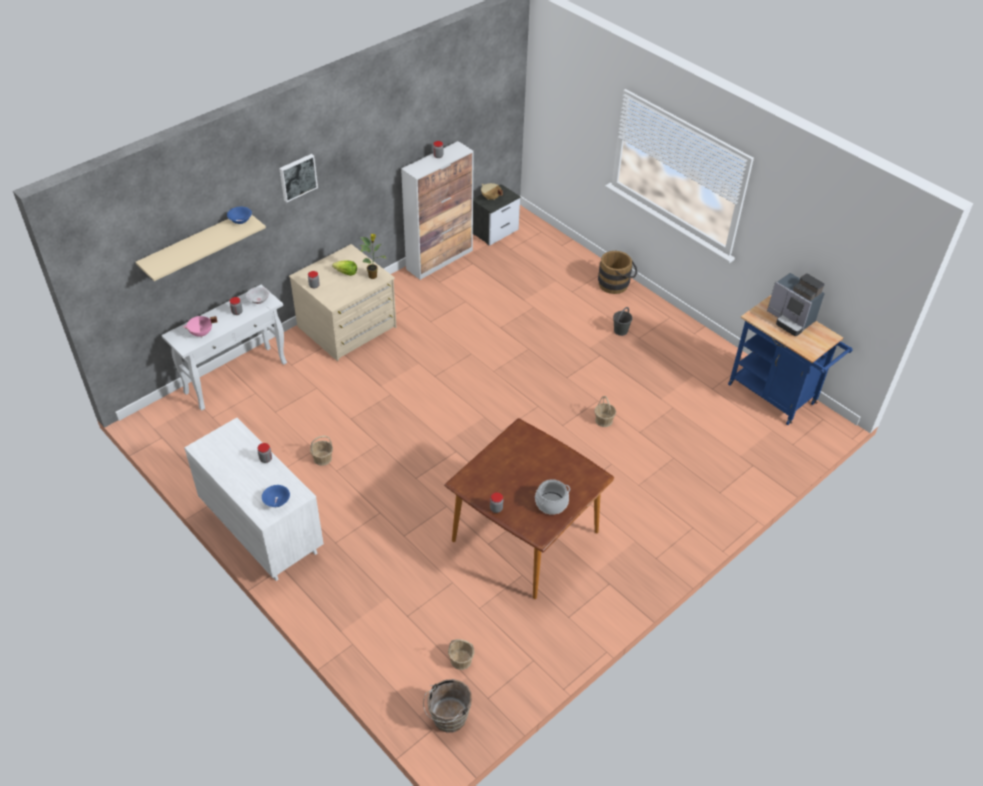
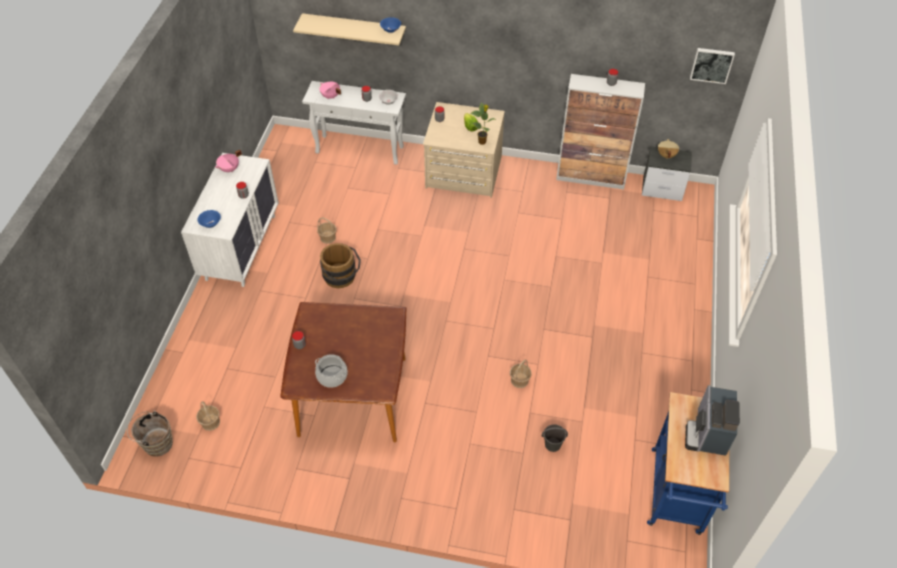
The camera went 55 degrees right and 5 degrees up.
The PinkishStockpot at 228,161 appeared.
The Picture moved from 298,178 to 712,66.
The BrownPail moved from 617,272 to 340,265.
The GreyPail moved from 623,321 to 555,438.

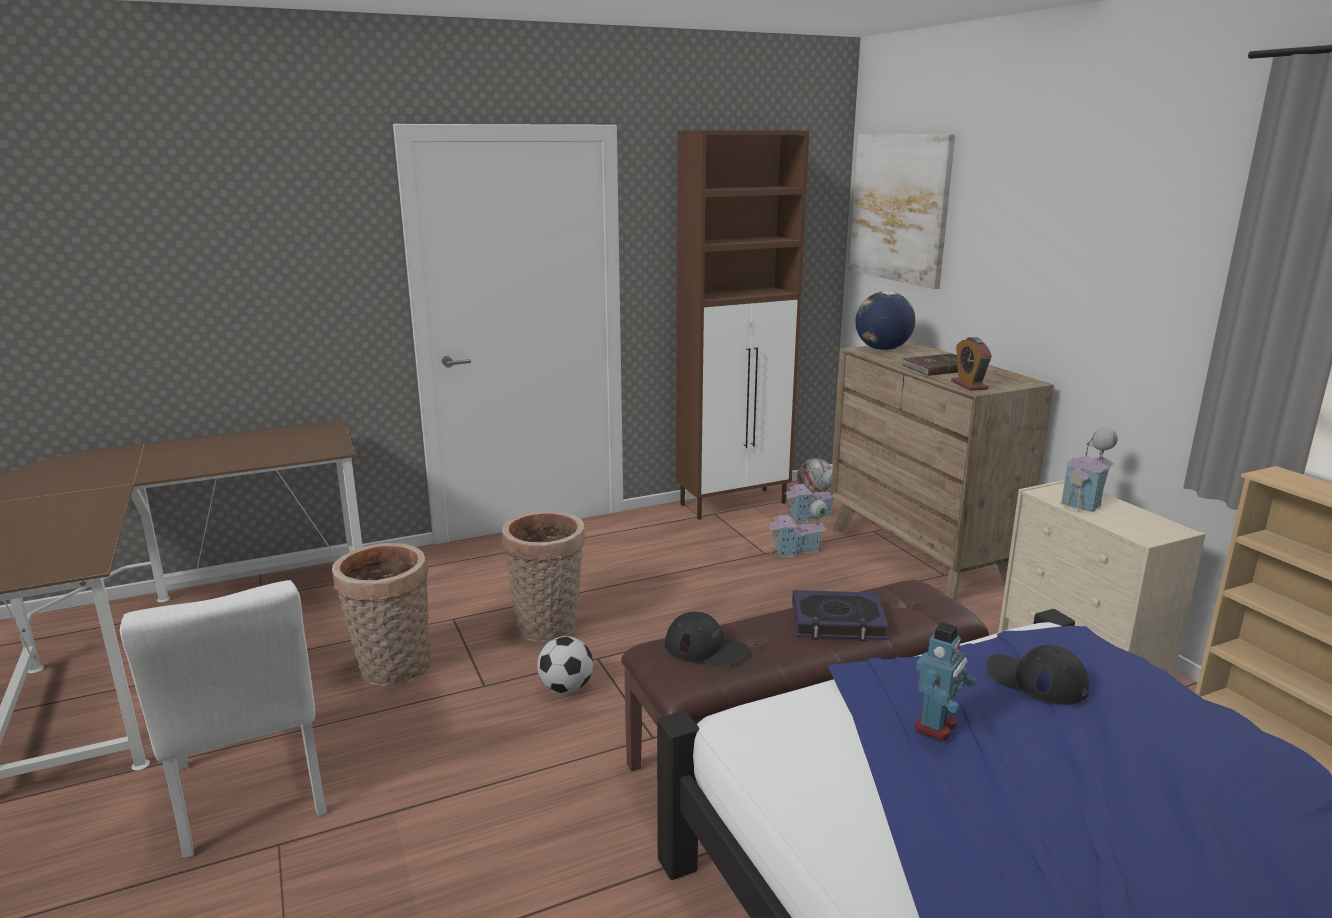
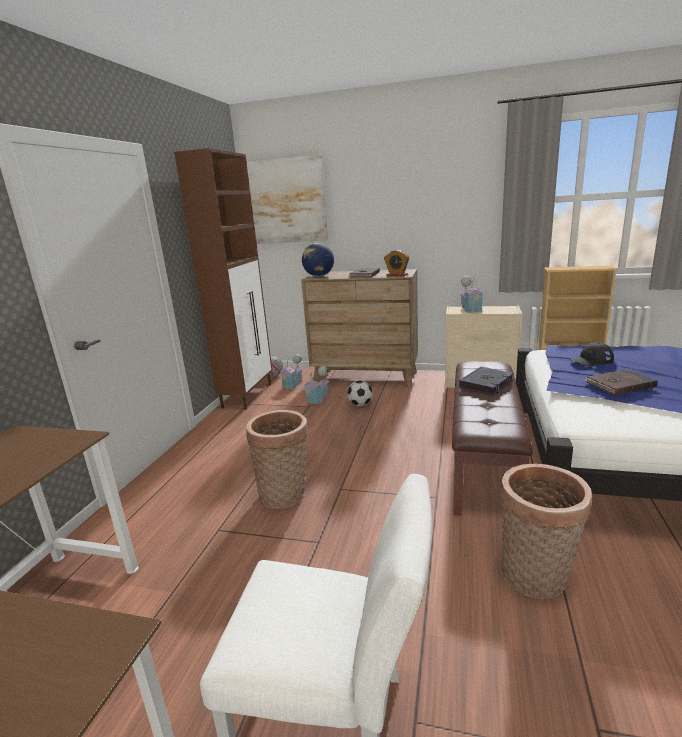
The camera went 50 degrees left and 0 degrees up.
The BlackCap at 707,640 disappeared.
The Basket moved from 381,614 to 545,531.
The Football moved from 565,664 to 360,393.
The ModelRobot at 945,681 was replaced by the BrownBook at 621,382.

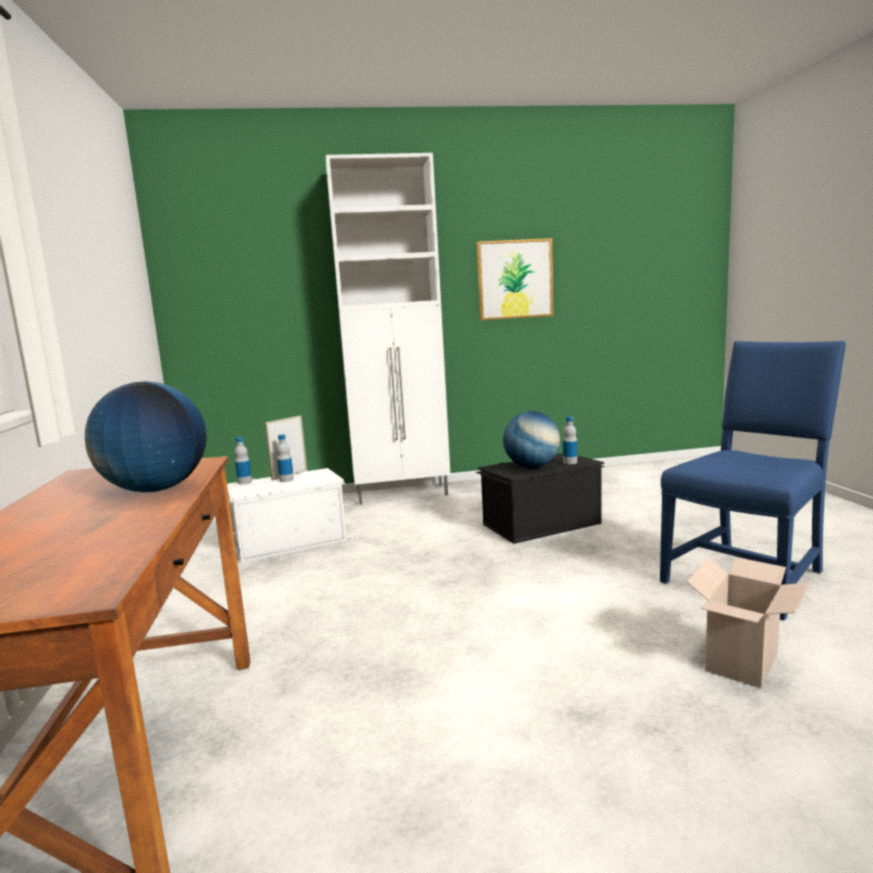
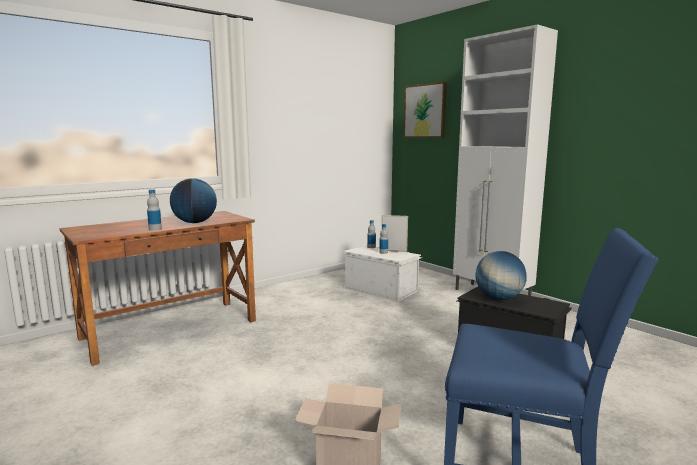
The camera went 60 degrees right and 0 degrees up.
The Picture moved from 515,279 to 425,109.
The Bottle moved from 570,440 to 154,210.

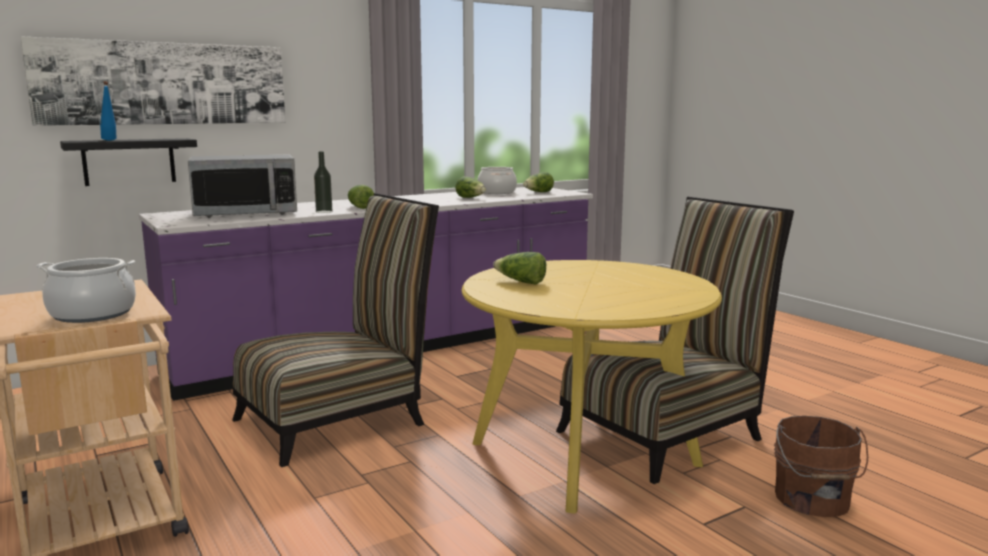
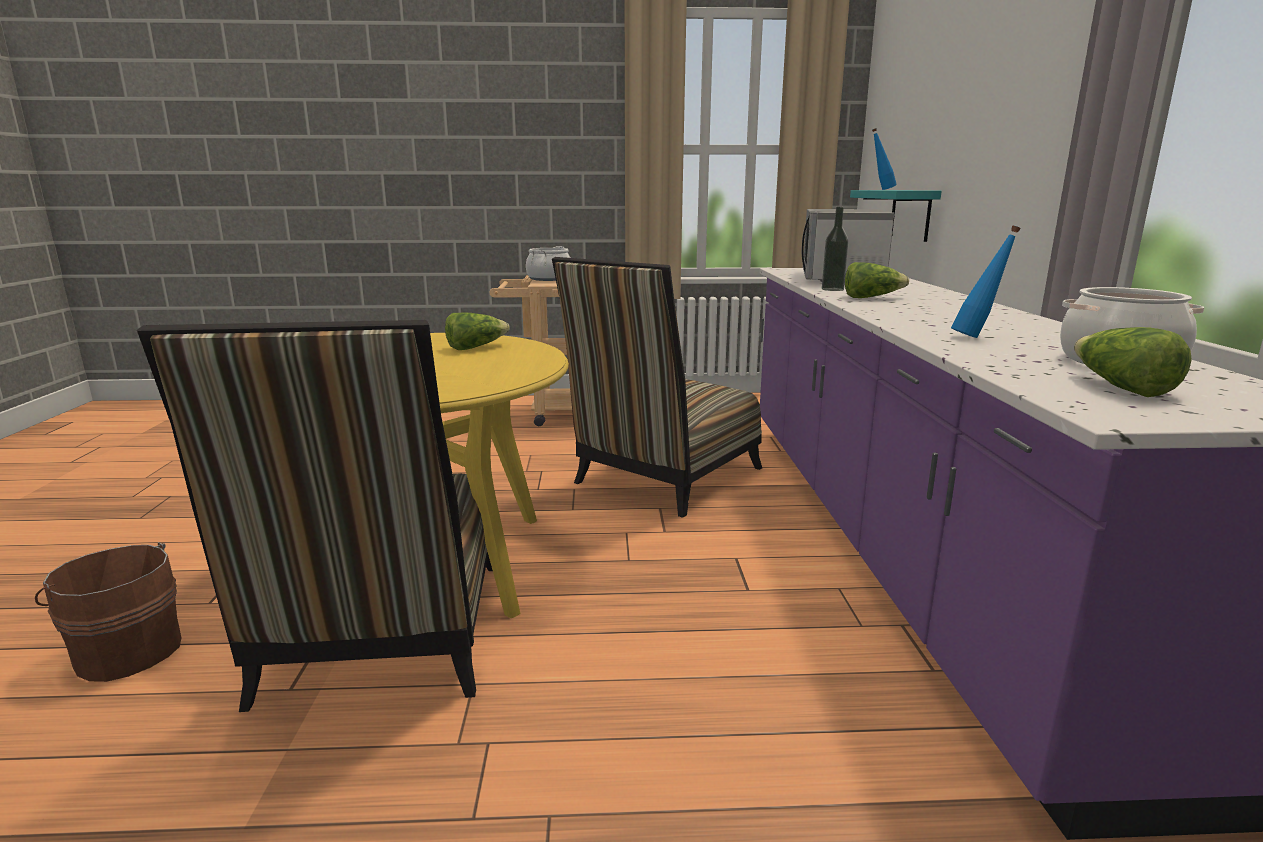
The camera went 120 degrees right and 5 degrees up.
The Picture at 153,81 disappeared.
The Lettuce at 471,187 was replaced by the BlueColouredBottle at 986,282.
The BlackWallShelf at 128,162 became the BlueGreenWallShelf at 896,216.
The Chair at 335,330 turned 45 degrees clockwise.

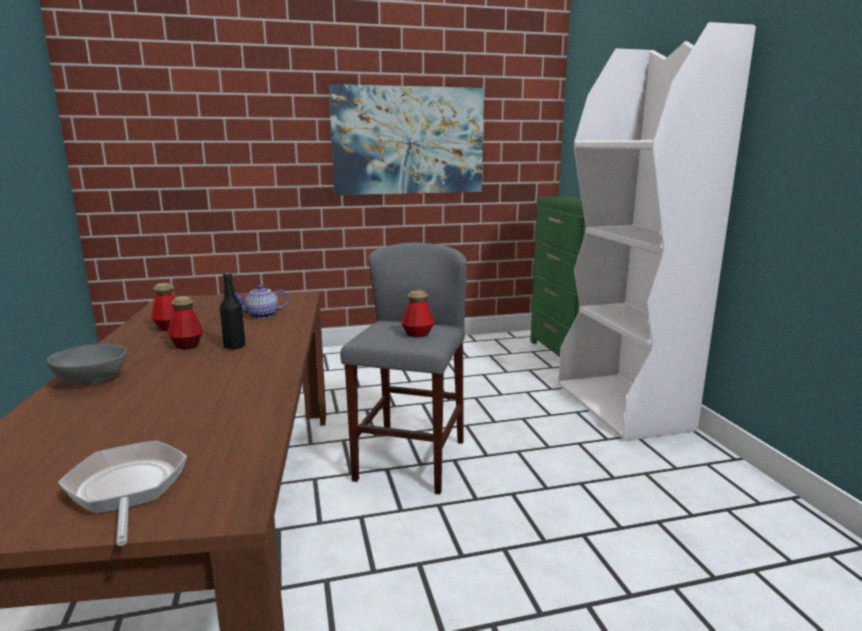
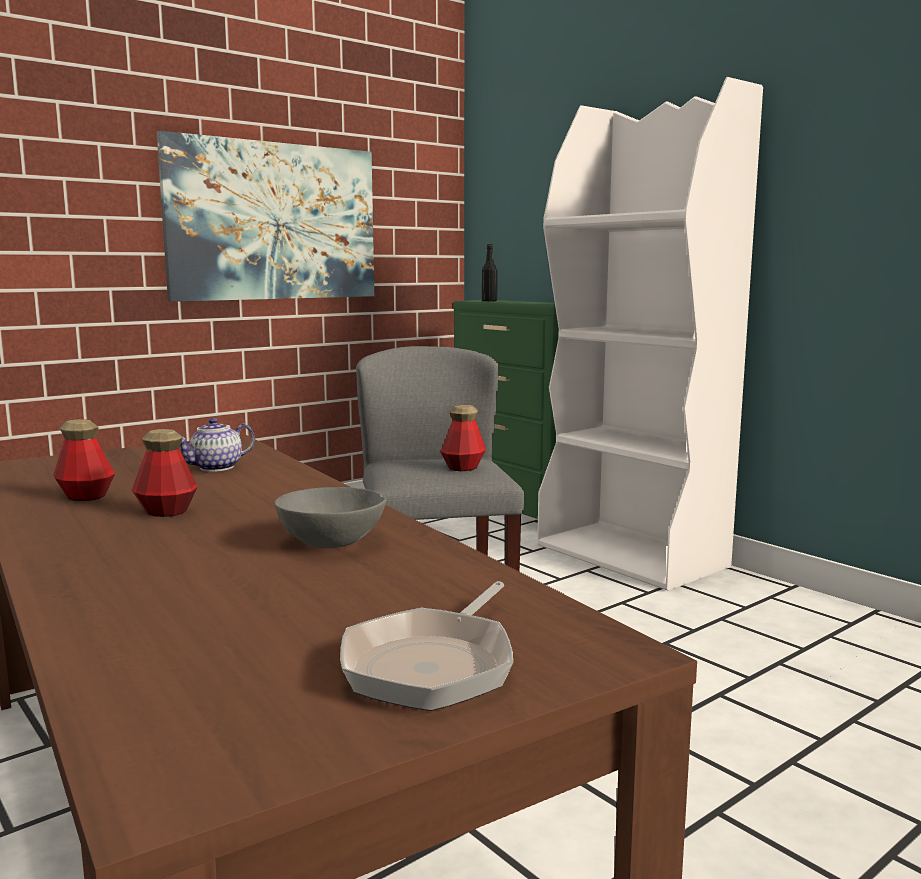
The camera went 25 degrees left and 5 degrees down.
The GreyDeepDish moved from 87,365 to 330,517.
The BlackBottle moved from 233,311 to 490,273.
The Skillet at 122,493 turned 105 degrees counterclockwise.

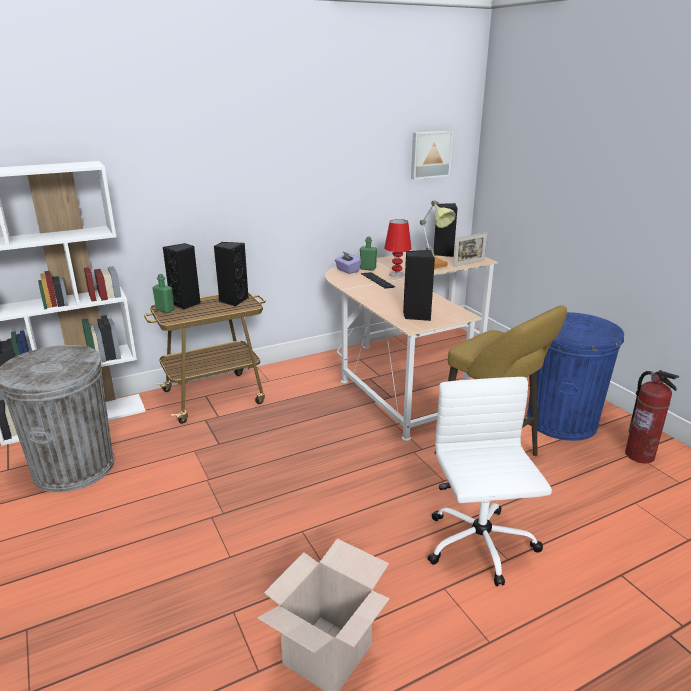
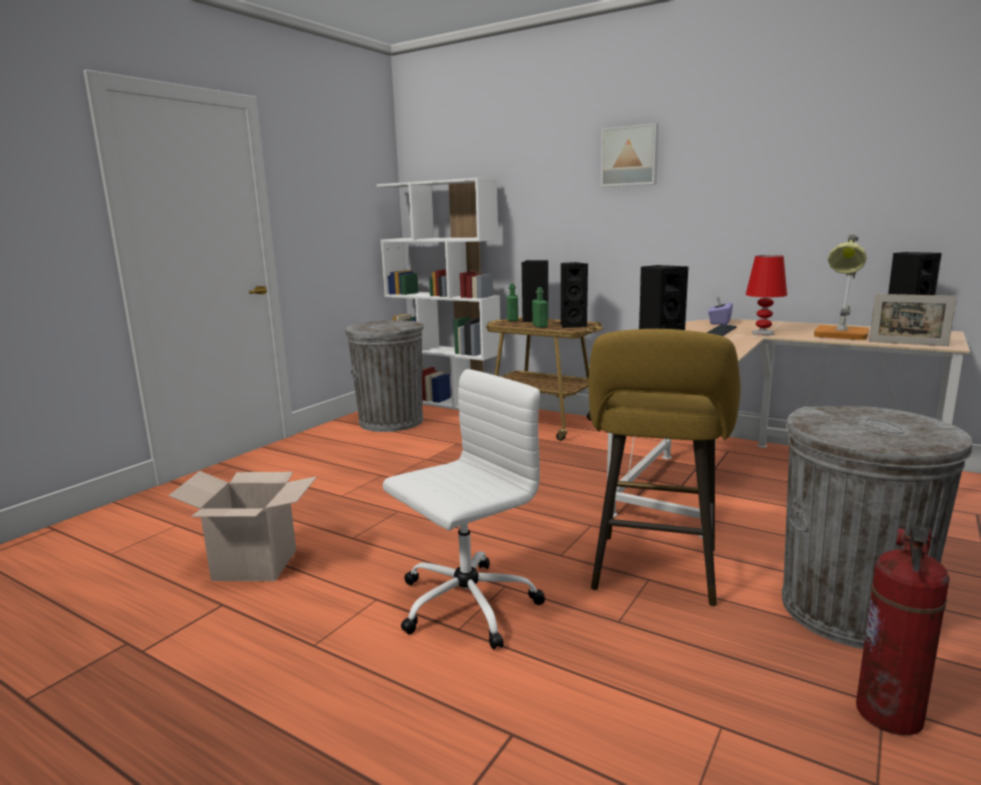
The camera went 60 degrees right and 10 degrees down.
The GreenBottle moved from 368,254 to 540,307.
The Picture moved from 432,155 to 630,155.
The BlueColouredRubbishBin at 575,376 became the GreyRubbishBin at 877,527.

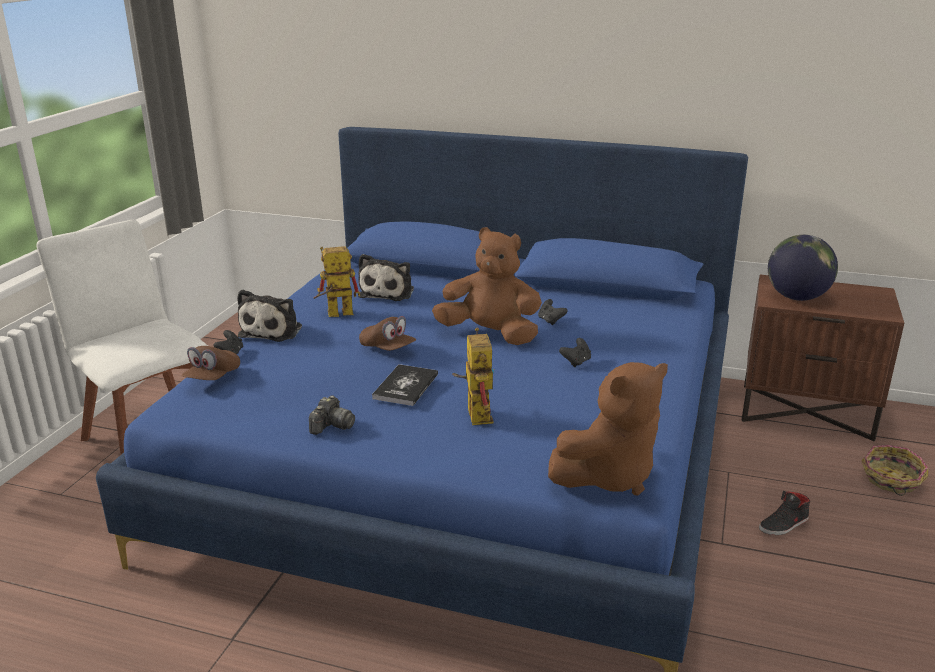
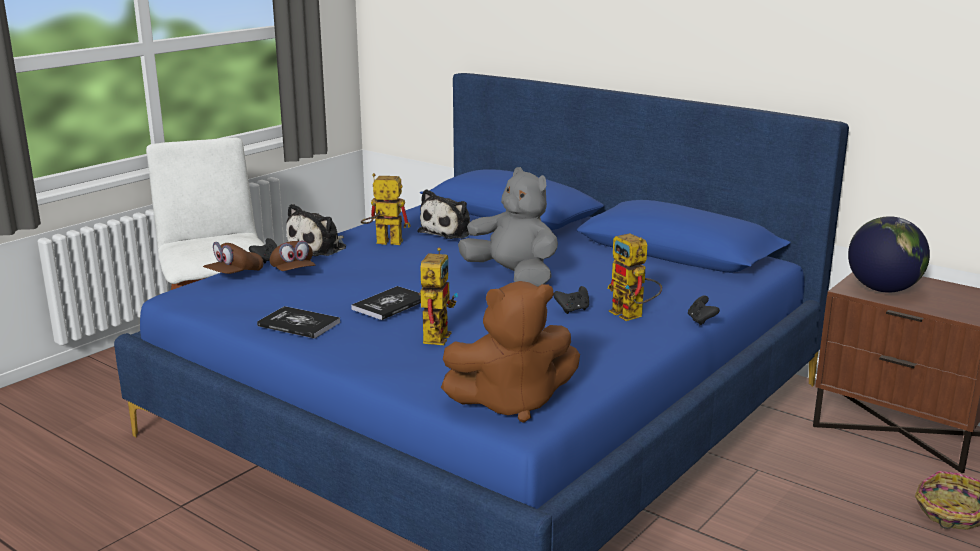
The camera went 20 degrees right and 5 degrees down.
The BlackLowShoe at 784,513 disappeared.
The ModelRobot at 634,277 appeared.
The BrownCap moved from 387,333 to 292,256.
The BlackGamepad moved from 553,312 to 704,310.
The PhotoCamera at 332,415 was replaced by the Book at 298,322.
The BrownPlushToy at 487,286 became the GreyPlushToy at 508,227.

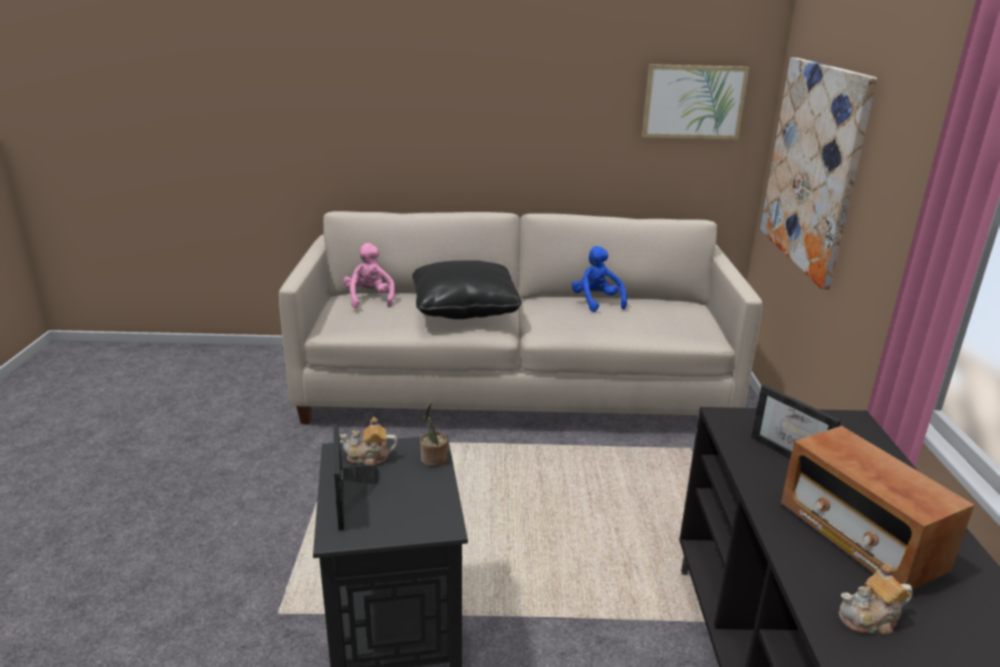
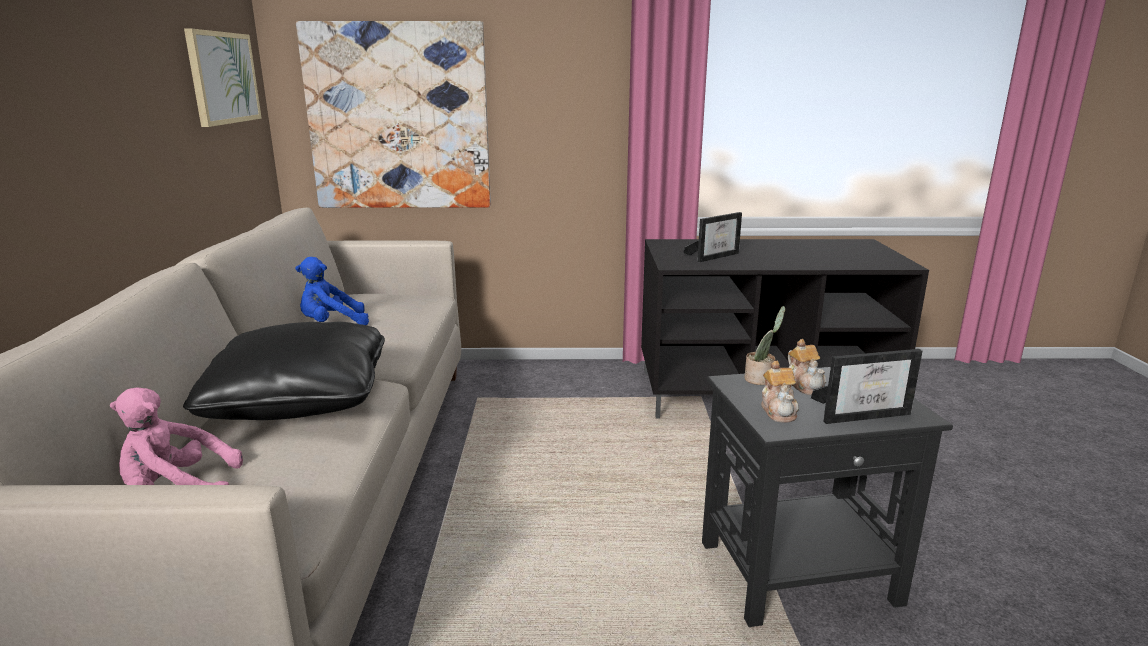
The camera went 90 degrees left and 5 degrees down.
The RadioReceiver at 877,508 disappeared.
The PotForTea moved from 876,599 to 807,367.

